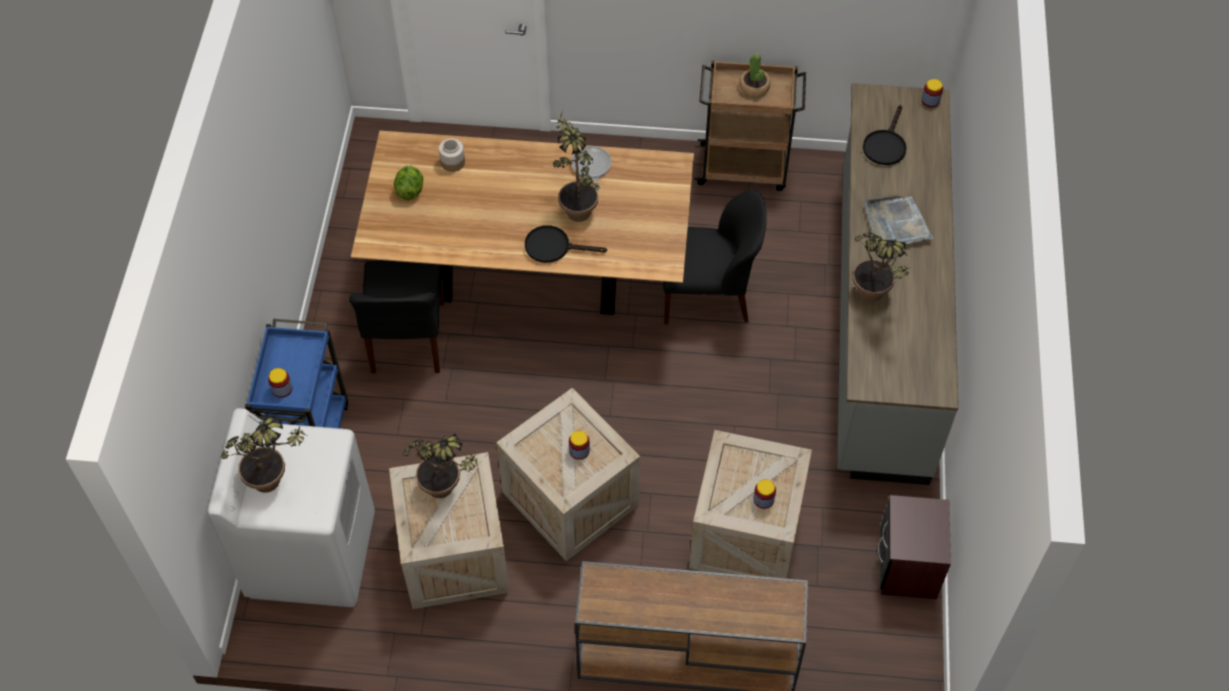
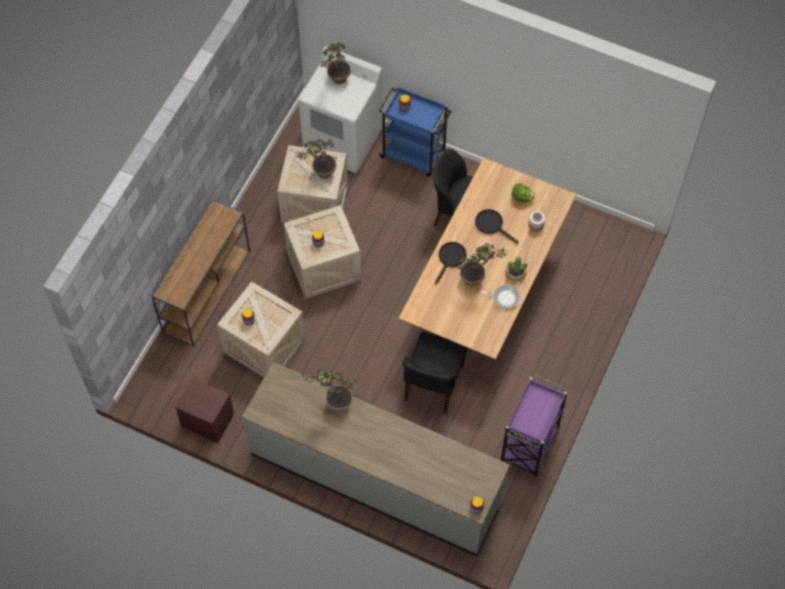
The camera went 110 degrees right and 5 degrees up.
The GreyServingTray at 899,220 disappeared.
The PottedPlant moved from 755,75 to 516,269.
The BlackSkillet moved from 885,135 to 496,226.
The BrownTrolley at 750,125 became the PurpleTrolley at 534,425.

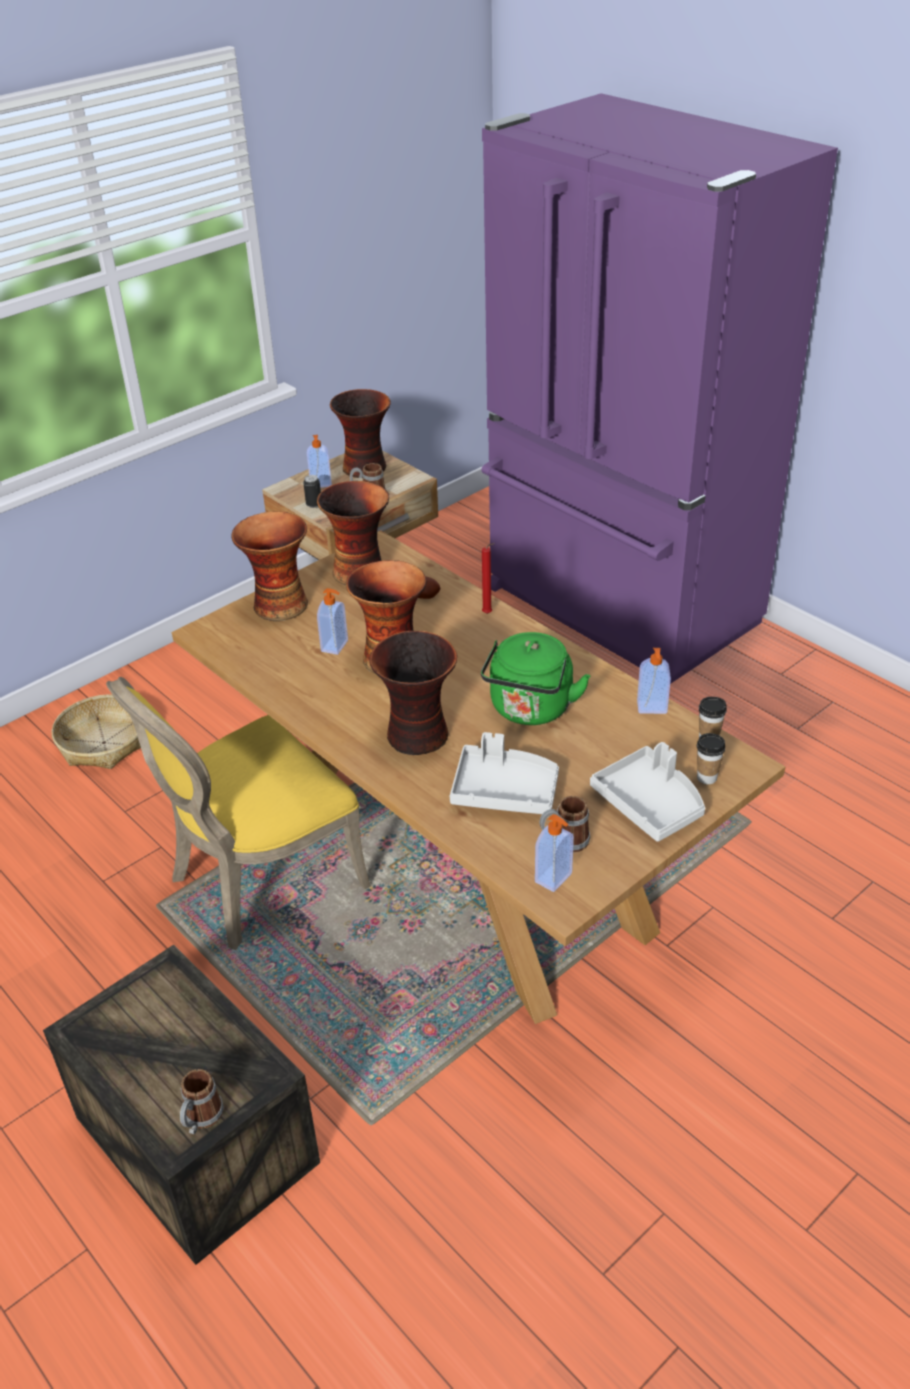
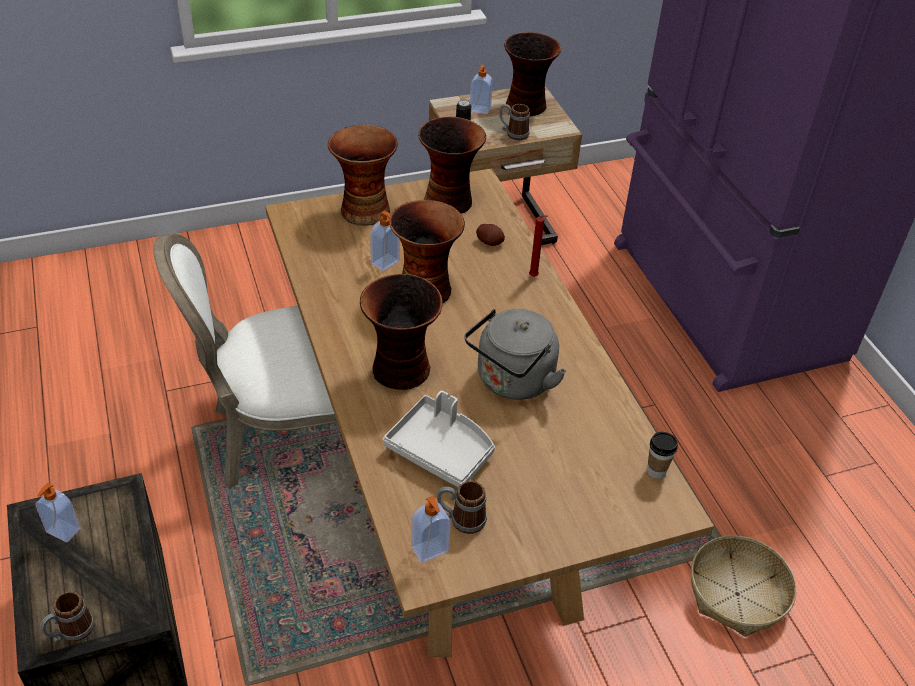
The camera went 20 degrees right and 5 degrees up.
The GreyServingTray at 647,792 disappeared.
The Cup at 711,758 disappeared.
The Basket moved from 96,731 to 744,586.
The SoapBottle moved from 654,681 to 57,512.
The YellowChair at 238,813 became the WhiteChair at 245,361.
The GreenKettle at 536,678 became the GreyKettle at 515,354.

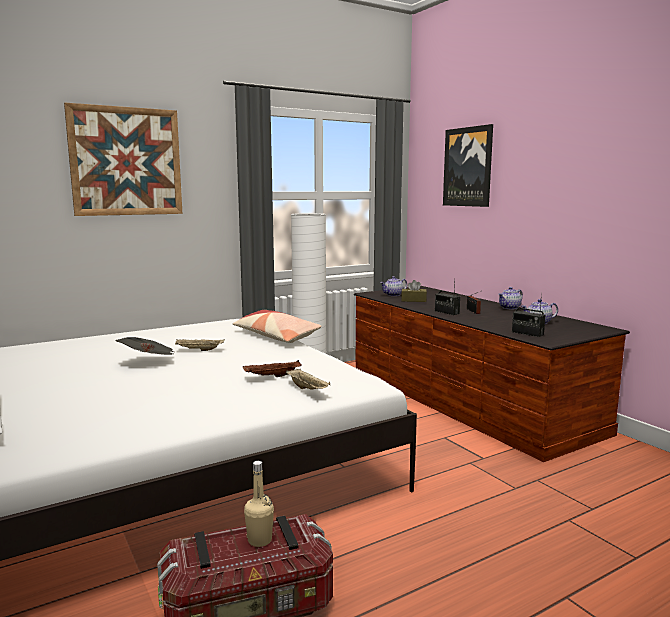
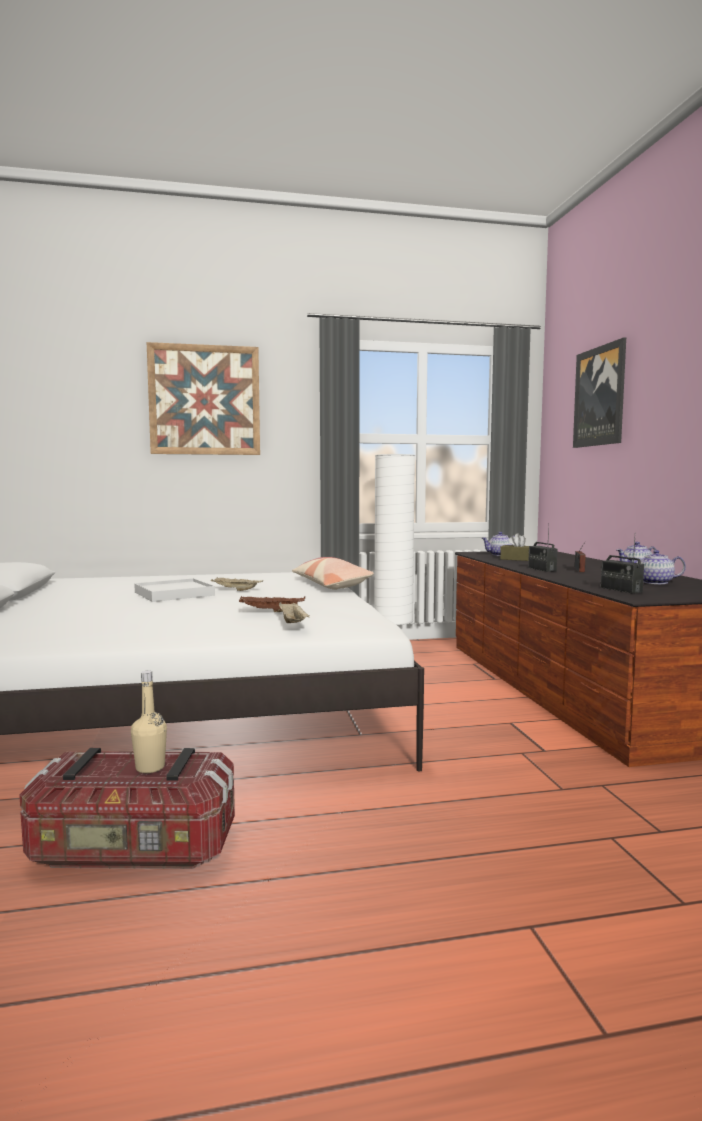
The camera went 20 degrees right and 5 degrees down.
The Newspaper at 144,346 was replaced by the WhiteServingTray at 174,590.

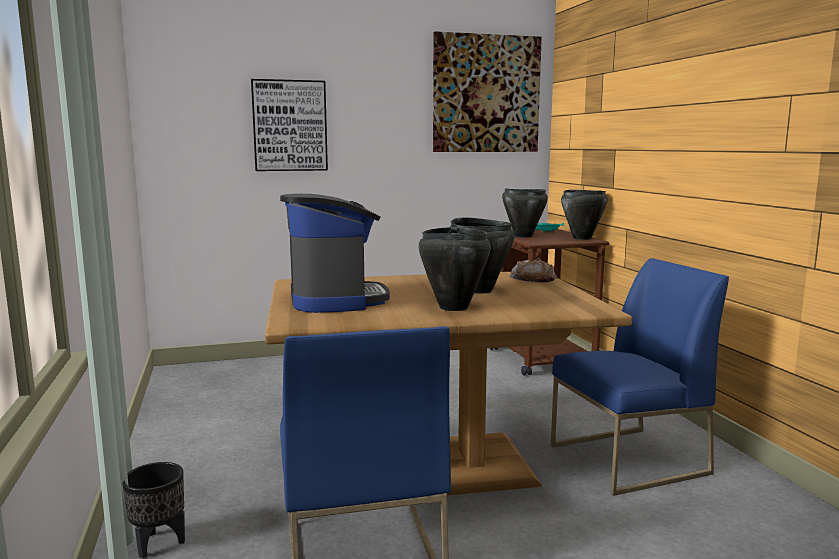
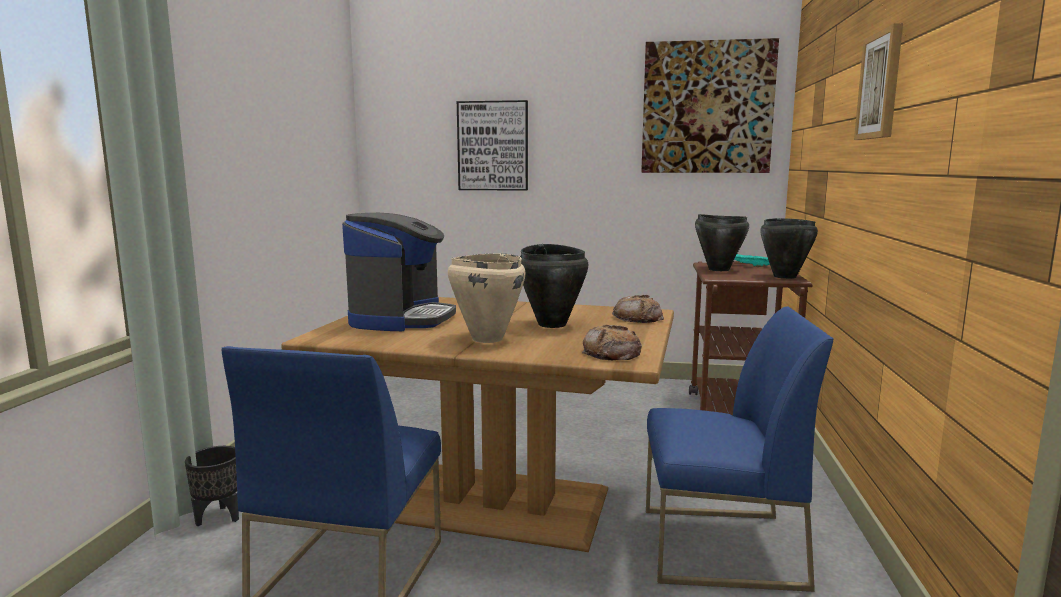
The camera went 25 degrees right and 0 degrees up.
The BakeryBread at 612,342 appeared.
The Picture at 878,81 appeared.
The BlackStockpot at 455,269 became the SandColouredStockpot at 487,298.

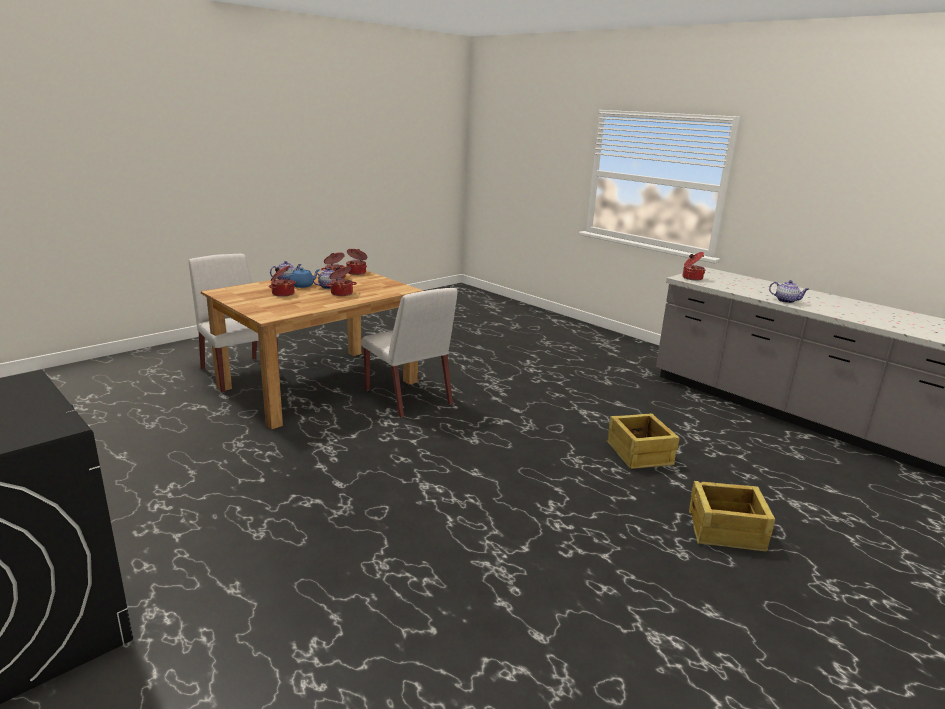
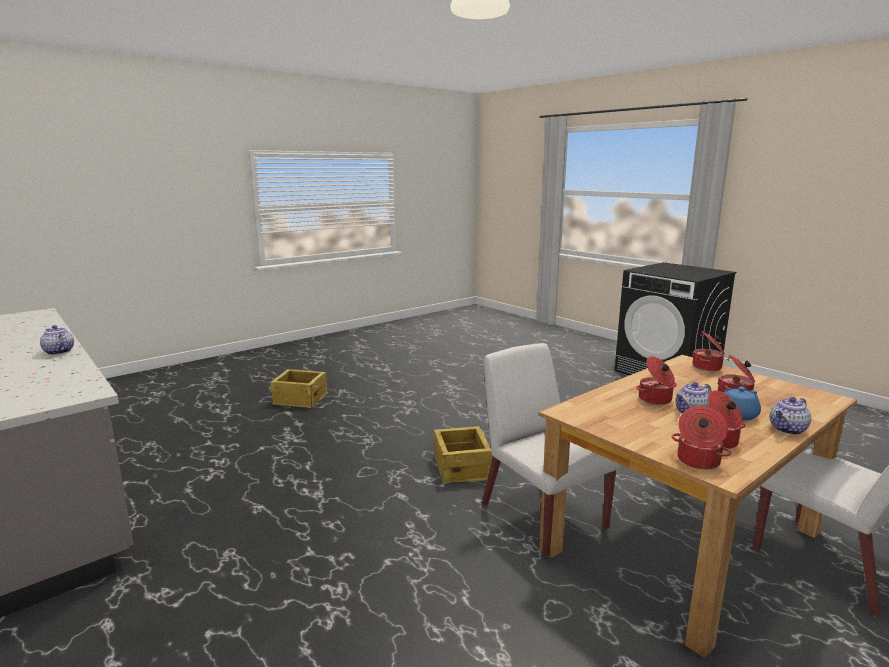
The camera went 175 degrees left and 5 degrees down.
The Crate moved from 643,441 to 463,455.
The Stockpot moved from 694,266 to 708,351.

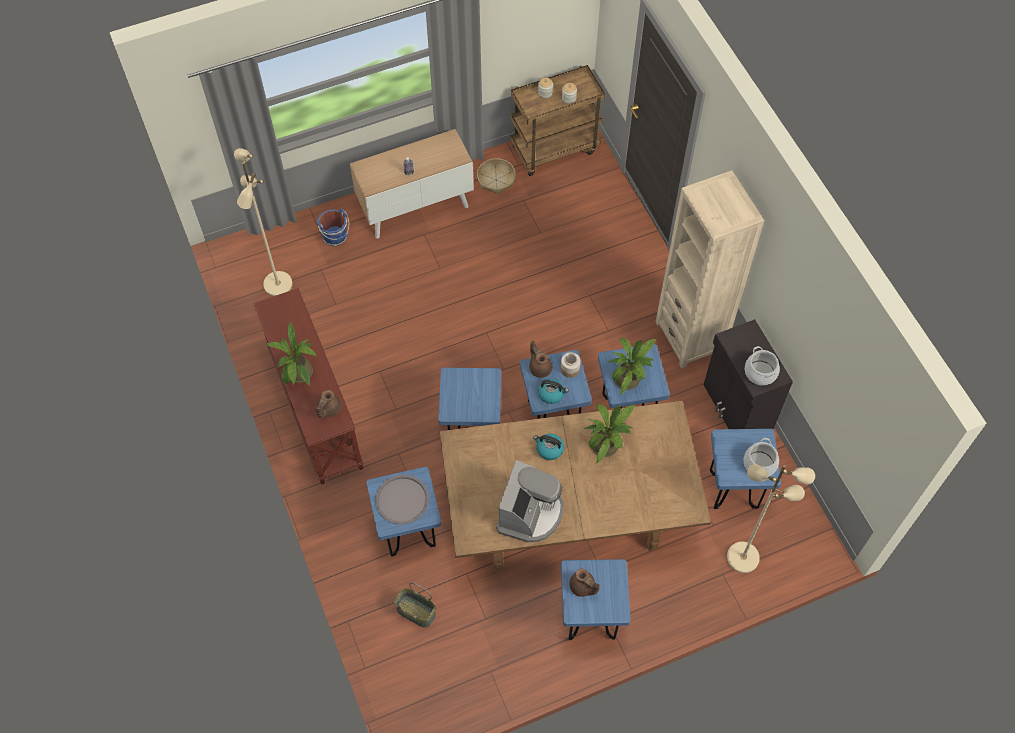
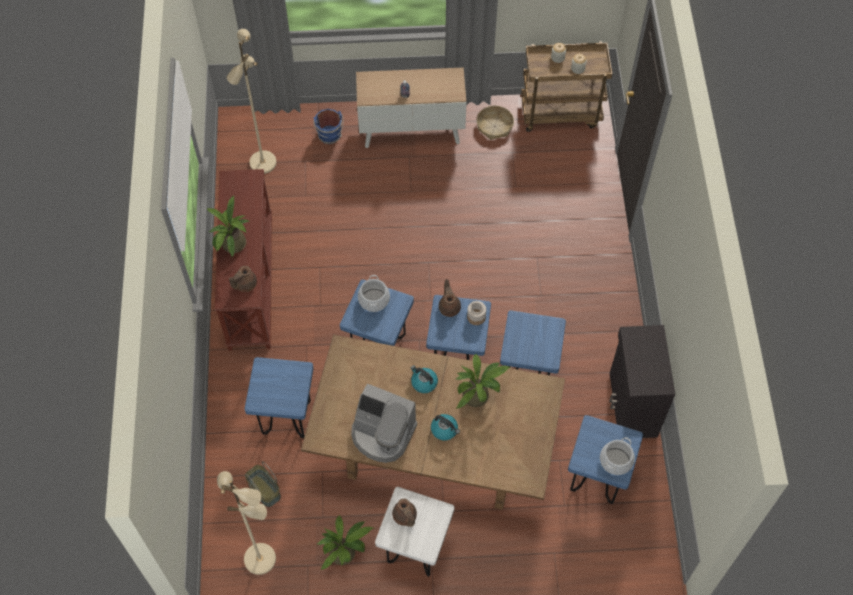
The camera went 20 degrees right and 0 degrees up.
The GreyServingTray at 402,499 disappeared.
The SandColouredBookshelf at 710,269 disappeared.
The Kettle moved from 553,391 to 445,427.
The PottedPlant moved from 632,366 to 345,542.
The SandColouredFloorLamp moved from 771,518 to 246,523.
The Stockpot moved from 762,365 to 374,293.
The BlueColouredStool at 596,599 became the WhiteStool at 414,532.
The CoffeeMaker at 530,501 turned 75 degrees clockwise.

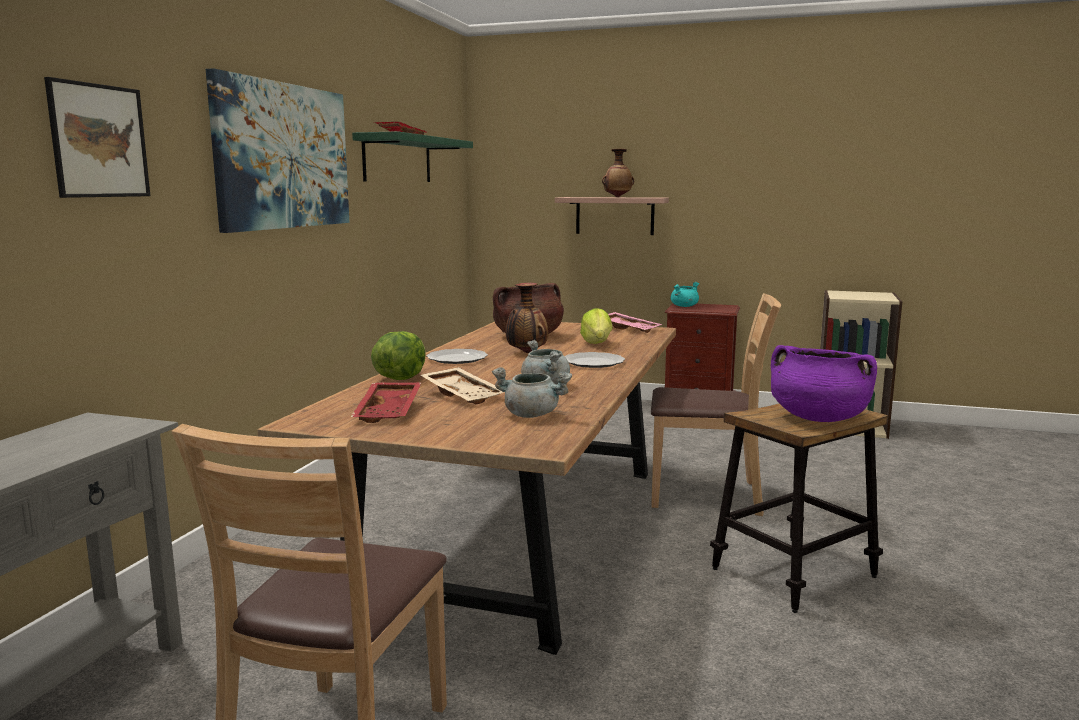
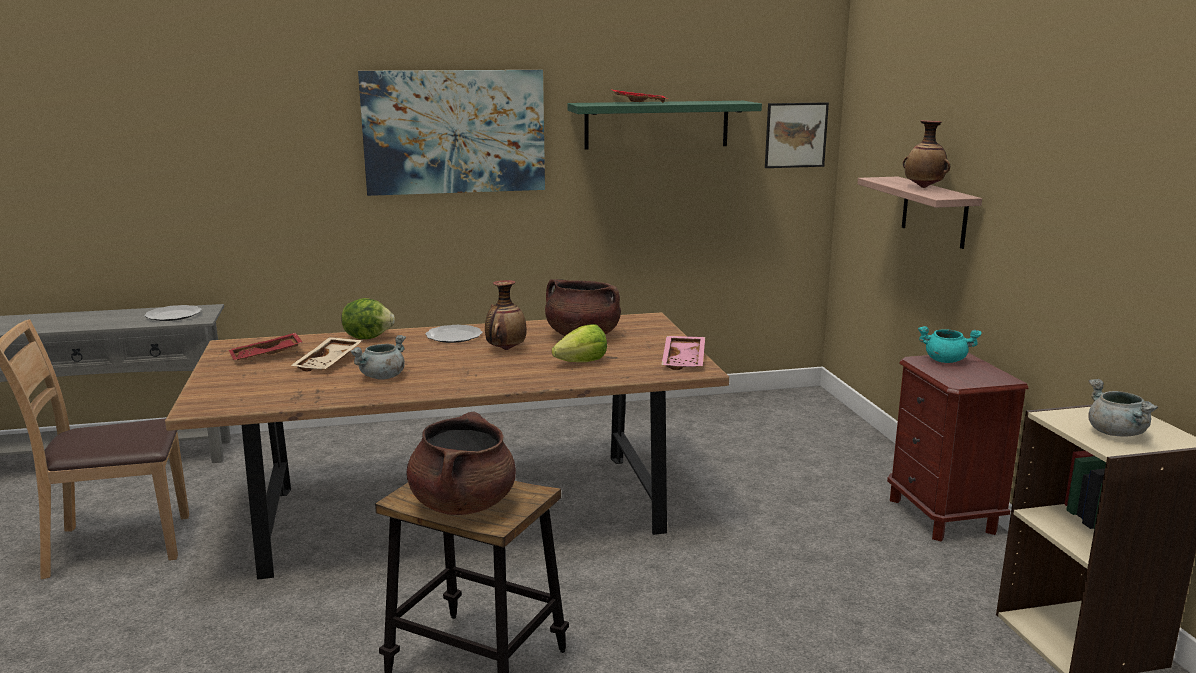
The camera went 60 degrees right and 5 degrees up.
The BrownChair at 716,404 disappeared.
The Picture moved from 97,137 to 797,135.
The GreyStockpot moved from 532,392 to 1123,408.
The DinnerPlate moved from 595,360 to 173,313.
The PurpleStockpot at 824,383 became the BrownStockpot at 461,463.

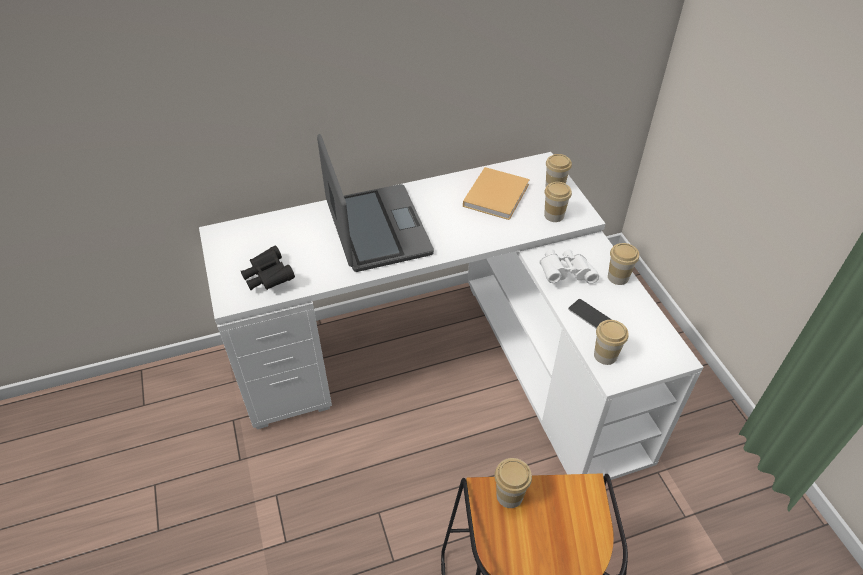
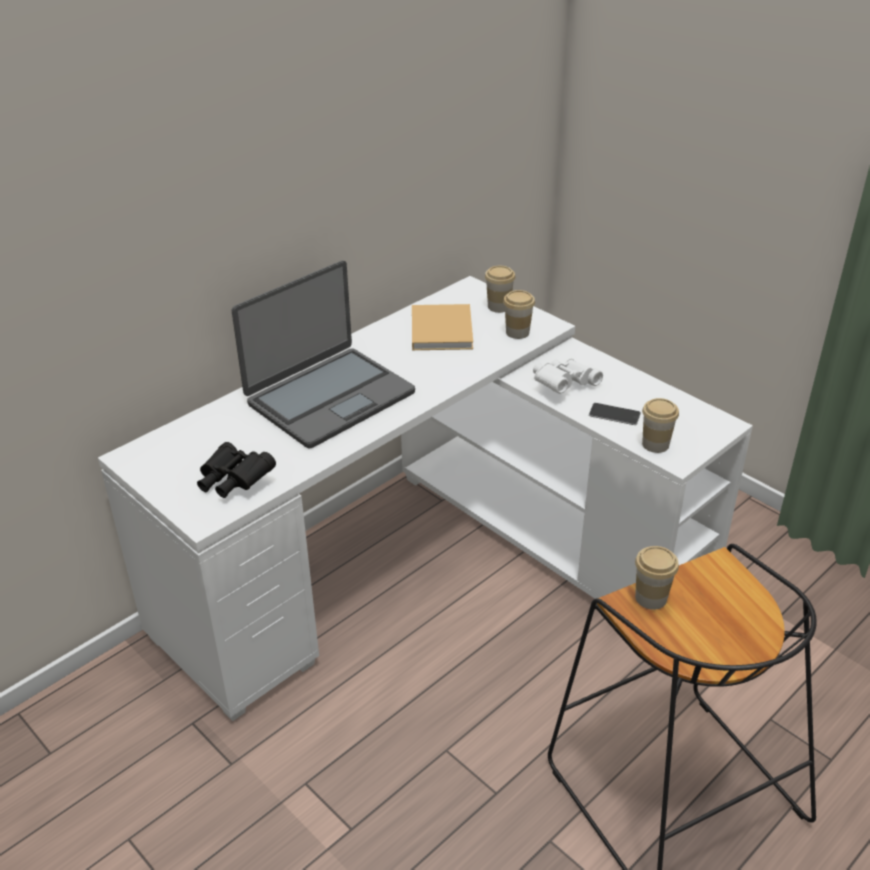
The camera went 25 degrees left and 10 degrees down.
The Cup at 623,264 disappeared.
The NotebookComputer at 375,203 turned 90 degrees clockwise.

